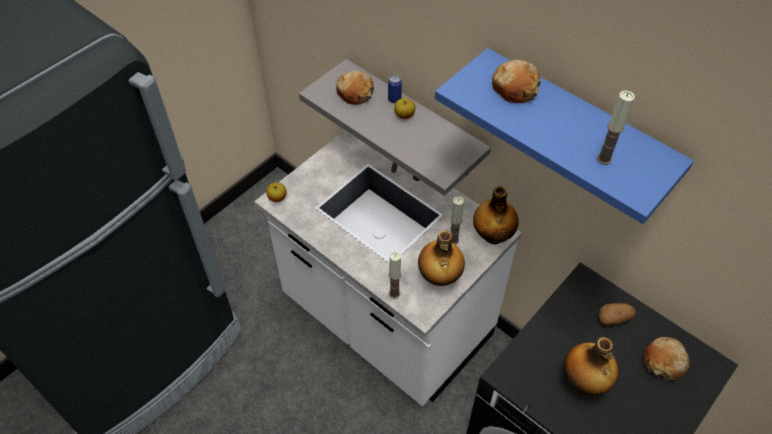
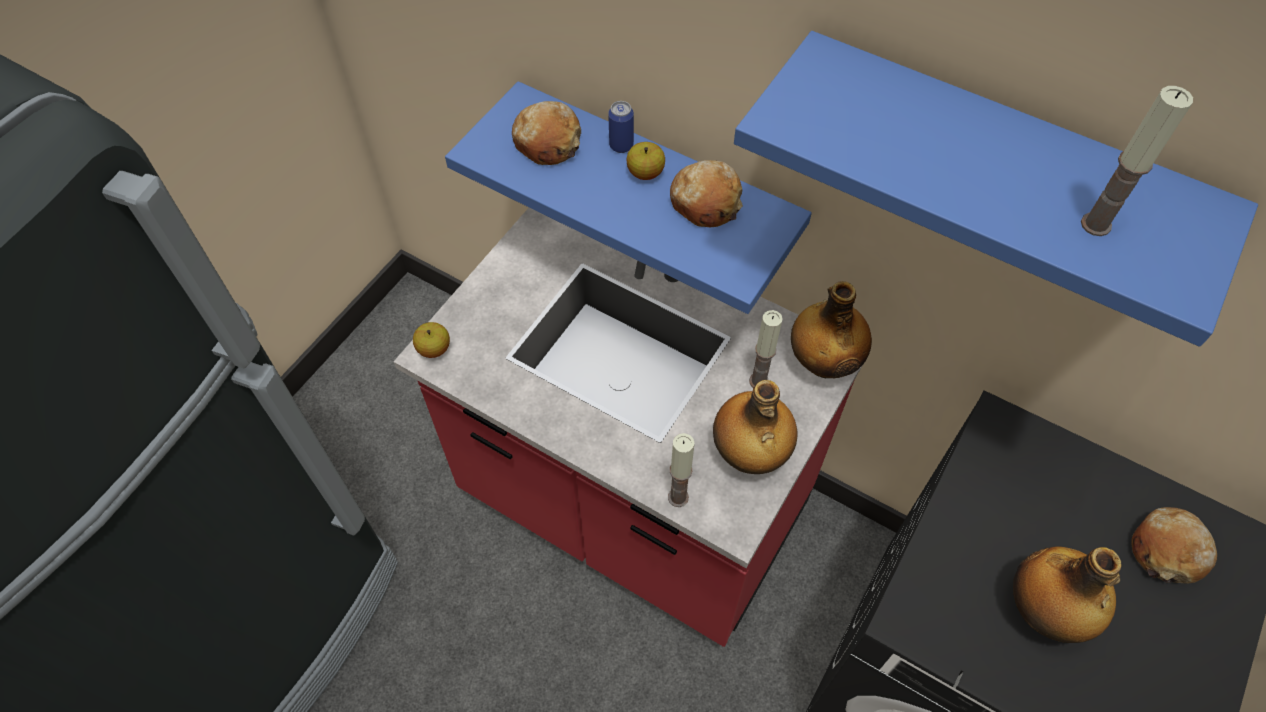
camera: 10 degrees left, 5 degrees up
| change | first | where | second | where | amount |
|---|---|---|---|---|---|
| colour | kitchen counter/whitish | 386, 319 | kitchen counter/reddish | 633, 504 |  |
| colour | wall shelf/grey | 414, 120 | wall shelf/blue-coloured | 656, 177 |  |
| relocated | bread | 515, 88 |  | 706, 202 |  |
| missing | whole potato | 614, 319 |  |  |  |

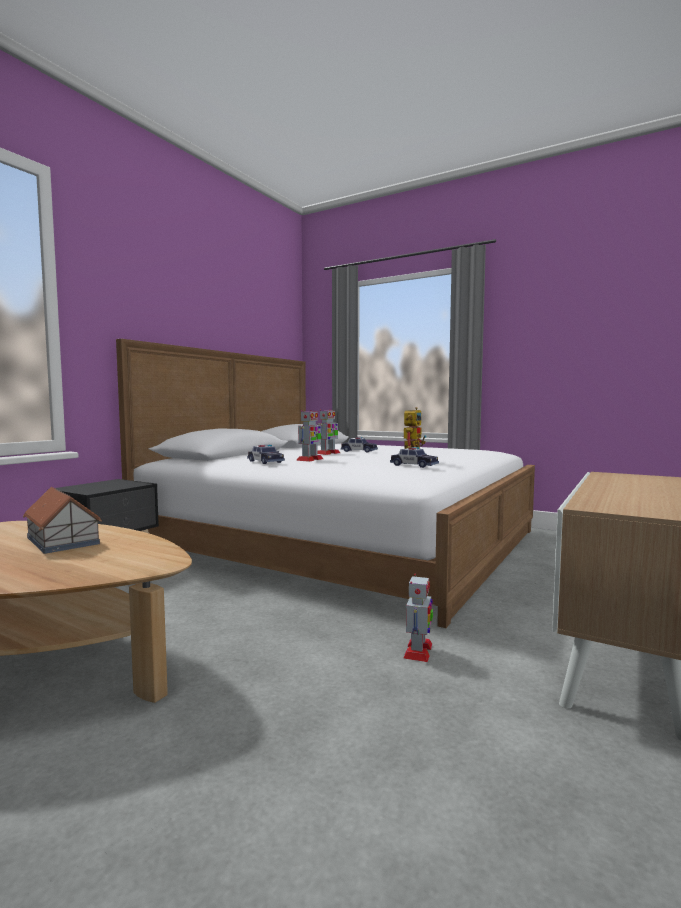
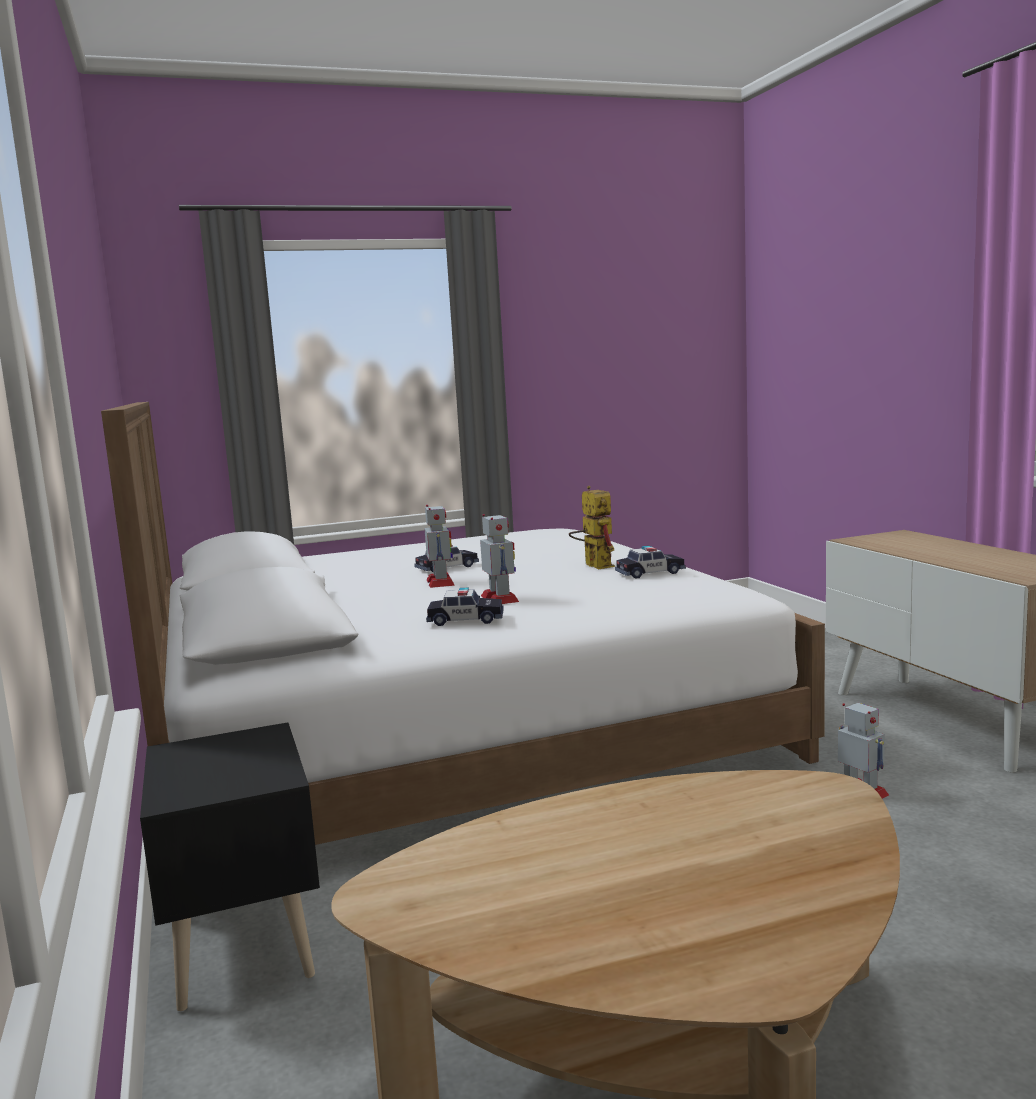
camera: 50 degrees left, 5 degrees up
| change | first | where | second | where | amount |
|---|---|---|---|---|---|
| missing | miniature house | 63, 540 |  |  |  |

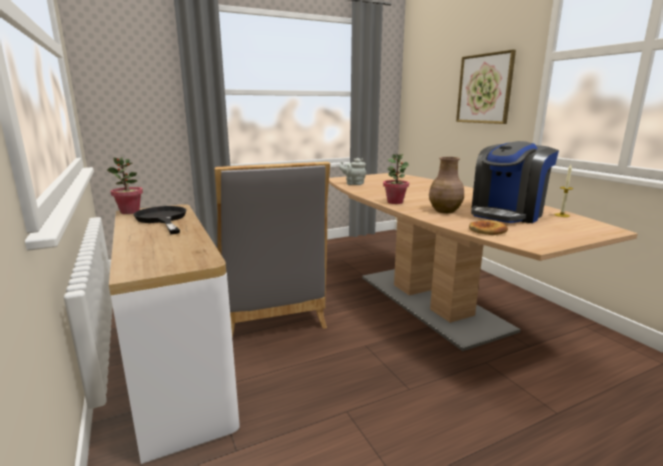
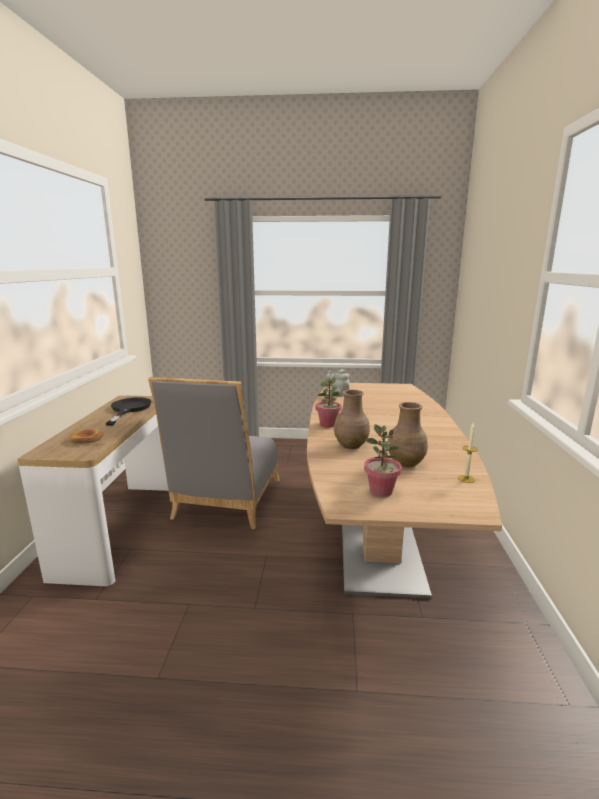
camera: 30 degrees right, 0 degrees up
| change | first | where | second | where | amount |
|---|---|---|---|---|---|
| relocated | plant in a pot | 130, 212 |  | 381, 491 |  |
| missing | wall picture | 484, 89 |  |  |  |
| relocated | bread | 487, 231 |  | 87, 439 |  |
| exchanged | coffee maker | 507, 214 | decorative vase/brown-coloured | 406, 463 |  |

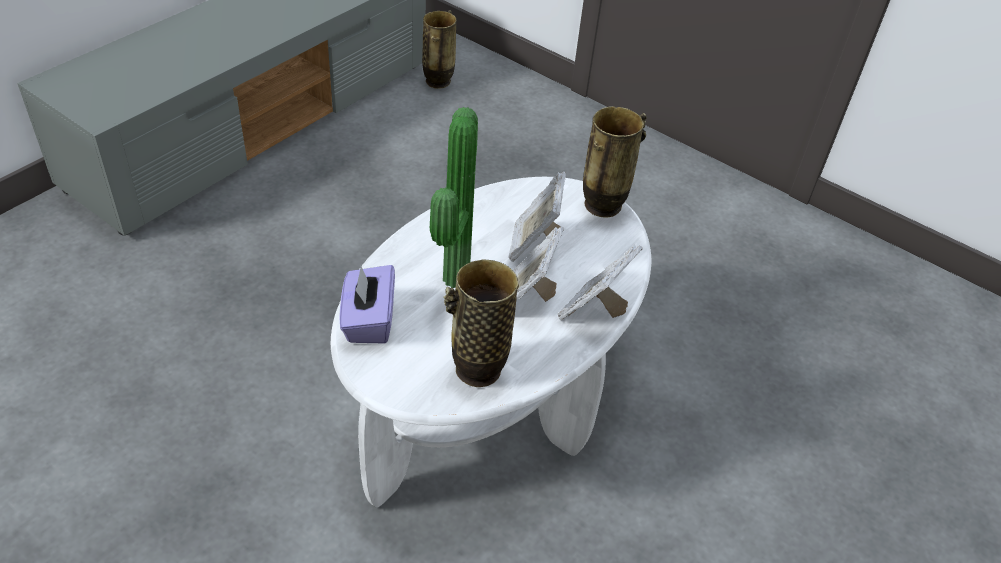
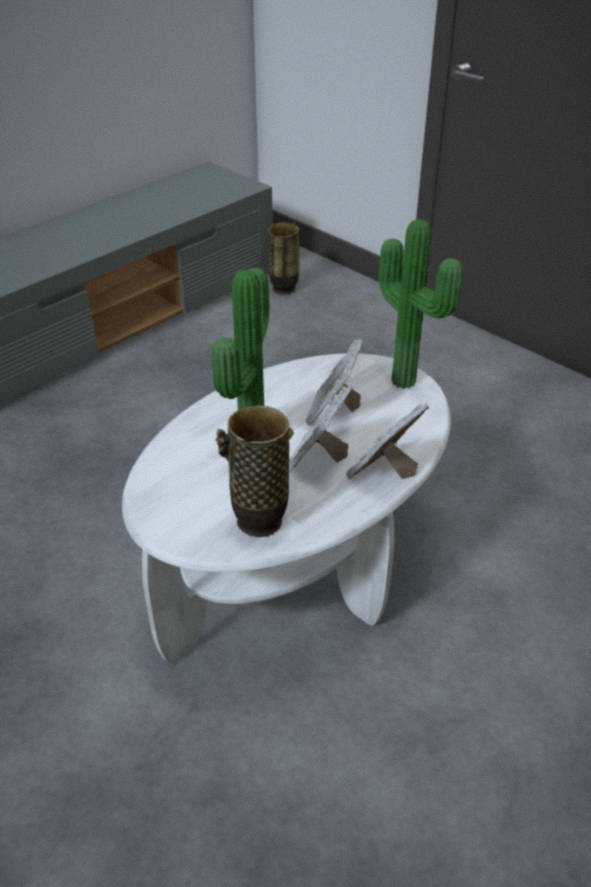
camera: 10 degrees right, 5 degrees down
| change | first | where | second | where | amount |
|---|---|---|---|---|---|
| missing | tissue box/purplish | 368, 321 |  |  |  |
| exchanged | decorative vase | 603, 206 | plant in a pot | 407, 379 |  |

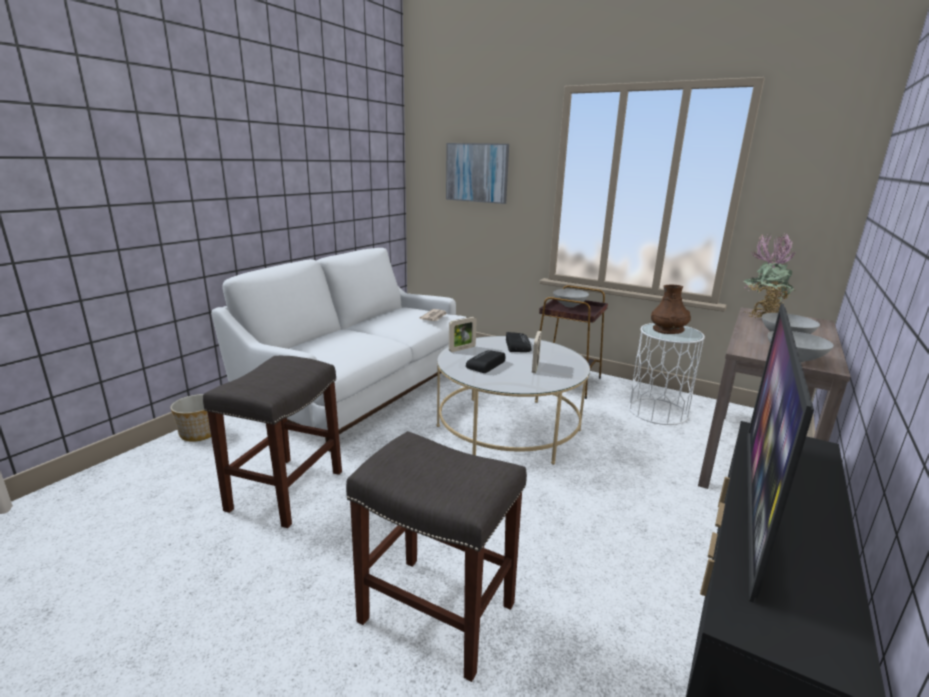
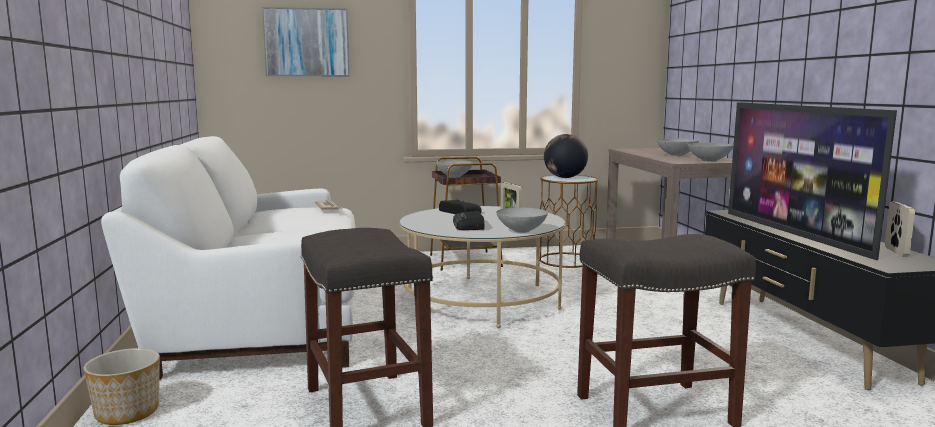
camera: 40 degrees left, 10 degrees down
| change | first | where | second | where | amount |
|---|---|---|---|---|---|
| relocated | picture frame | 462, 349 |  | 896, 251 |  |
| colour | side table/whitish | 658, 411 | side table/brown-coloured | 567, 260 |  |
| exchanged | decorative vase/brown-coloured | 668, 330 | globe | 565, 177 |  |
| missing | plant in a pot | 761, 316 |  |  |  |
| appeared |  |  | bowl/grey | 520, 231 |  |

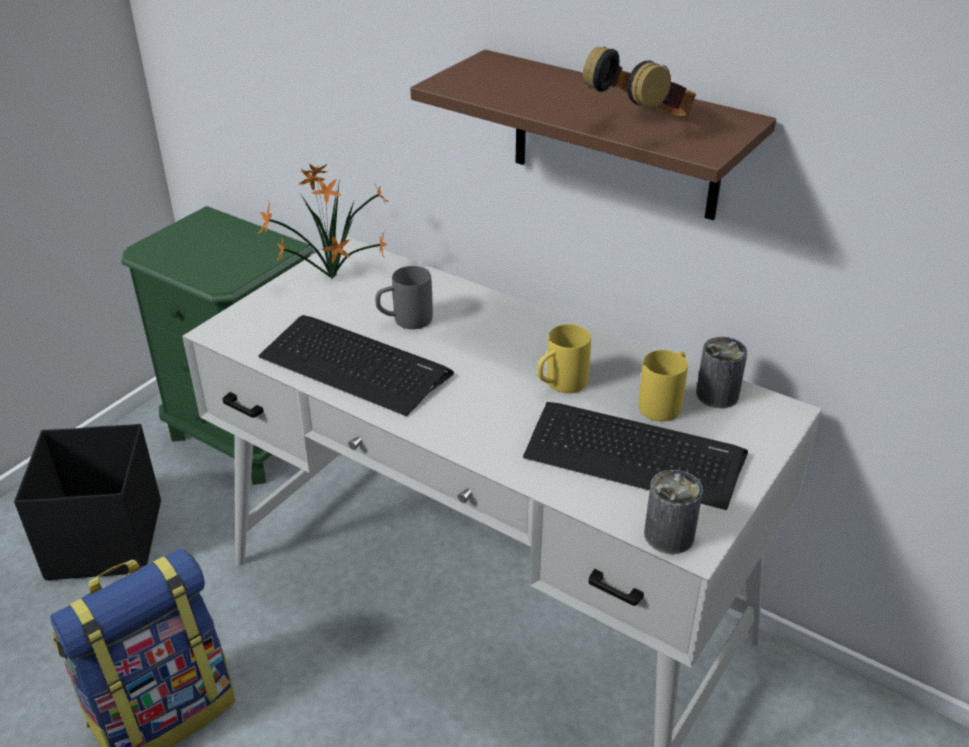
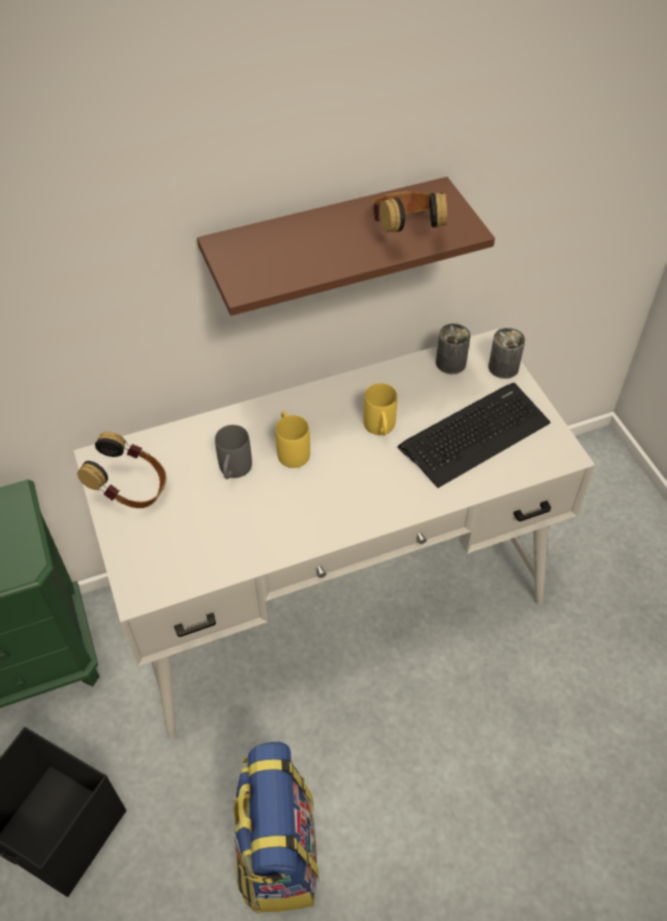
camera: 55 degrees left, 15 degrees up
| change | first | where | second | where | amount |
|---|---|---|---|---|---|
| exchanged | plant in a pot | 328, 279 | headphones | 131, 490 |  |
| missing | keyboard | 355, 365 |  |  |  |
| relocated | mug/yellow | 664, 403 |  | 291, 449 |  |
| relocated | can | 669, 535 |  | 503, 367 |  |

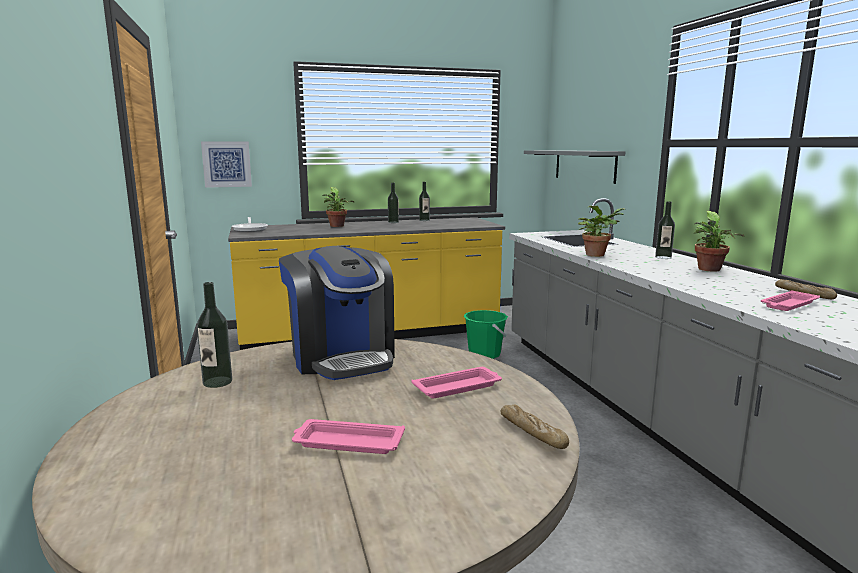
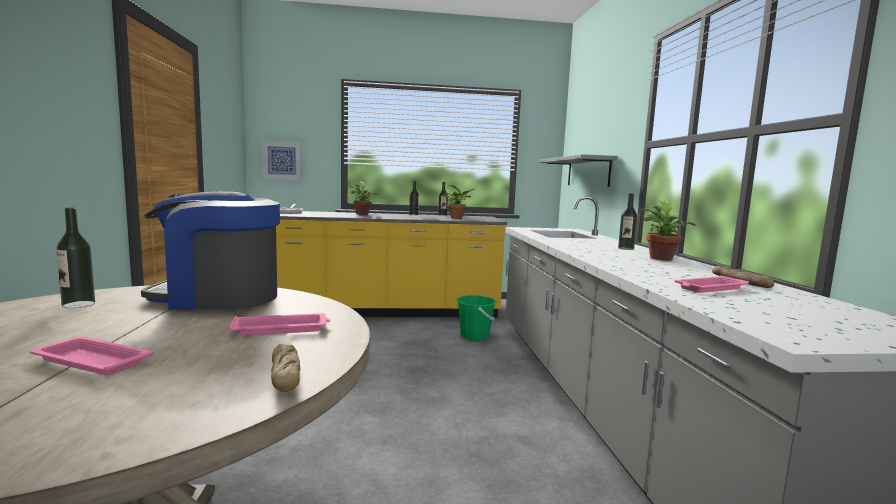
camera: 10 degrees right, 5 degrees down
| change | first | where | second | where | amount |
|---|---|---|---|---|---|
| spun | coffee maker | 341, 357 |  | 218, 297 | 105 degrees clockwise |
| relocated | plant in a pot | 596, 254 |  | 458, 217 |  |

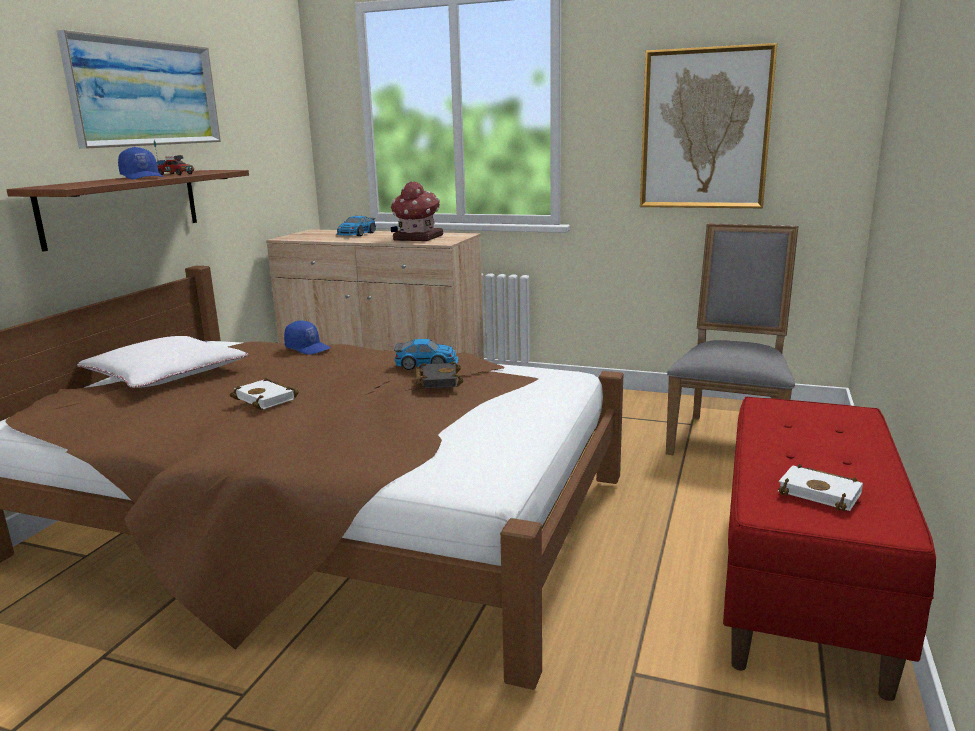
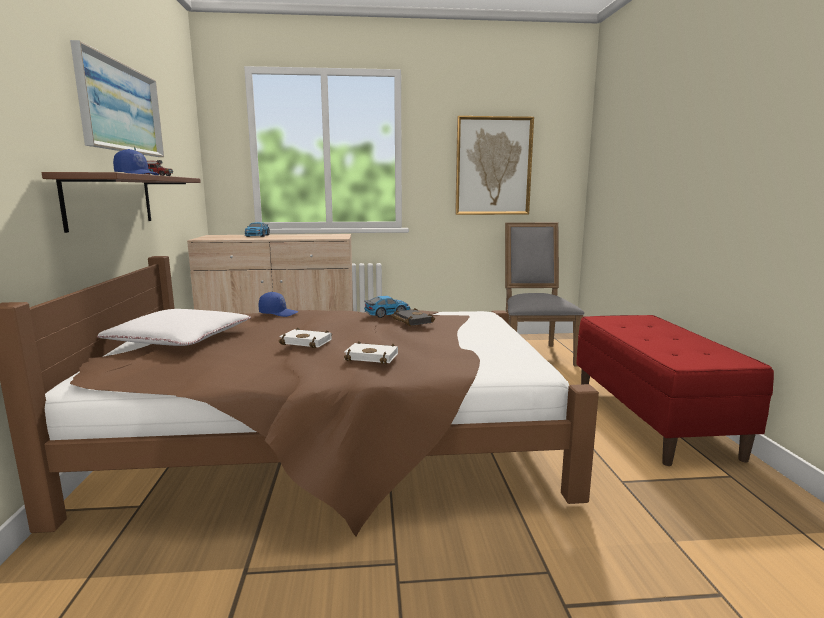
camera: 25 degrees left, 5 degrees down
| change | first | where | second | where | amount |
|---|---|---|---|---|---|
| missing | miniature house | 417, 238 |  |  |  |
| relocated | book/whitish | 822, 493 |  | 373, 357 |  |

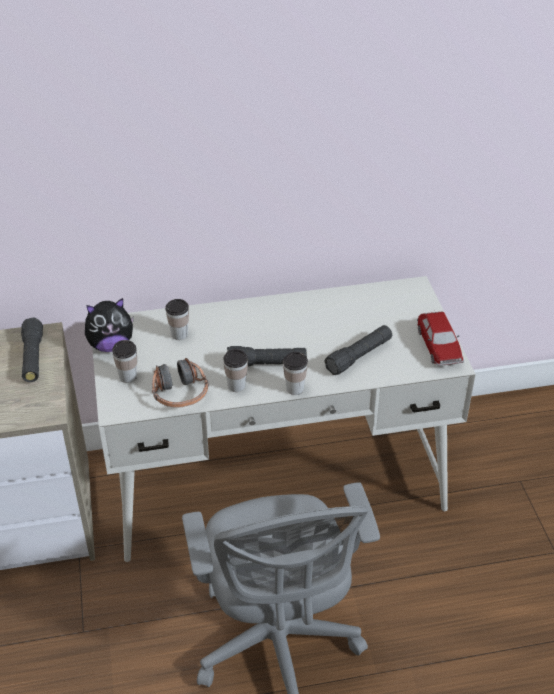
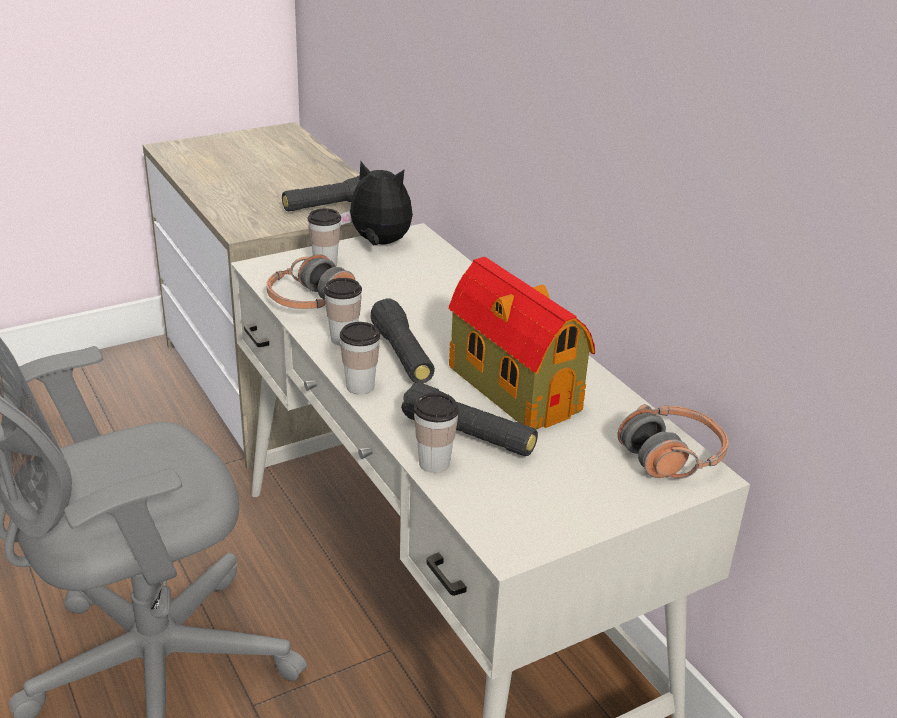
camera: 70 degrees right, 10 degrees down
| change | first | where | second | where | amount |
|---|---|---|---|---|---|
| spun | cuddly toy | 111, 345 |  | 378, 243 | 150 degrees clockwise |
| relocated | drinking cup | 179, 334 |  | 434, 463 |  |
| missing | toy car | 439, 346 |  |  |  |
| appeared |  |  | miniature house | 512, 387 |  |
| appeared |  |  | headphones | 671, 455 |  |

